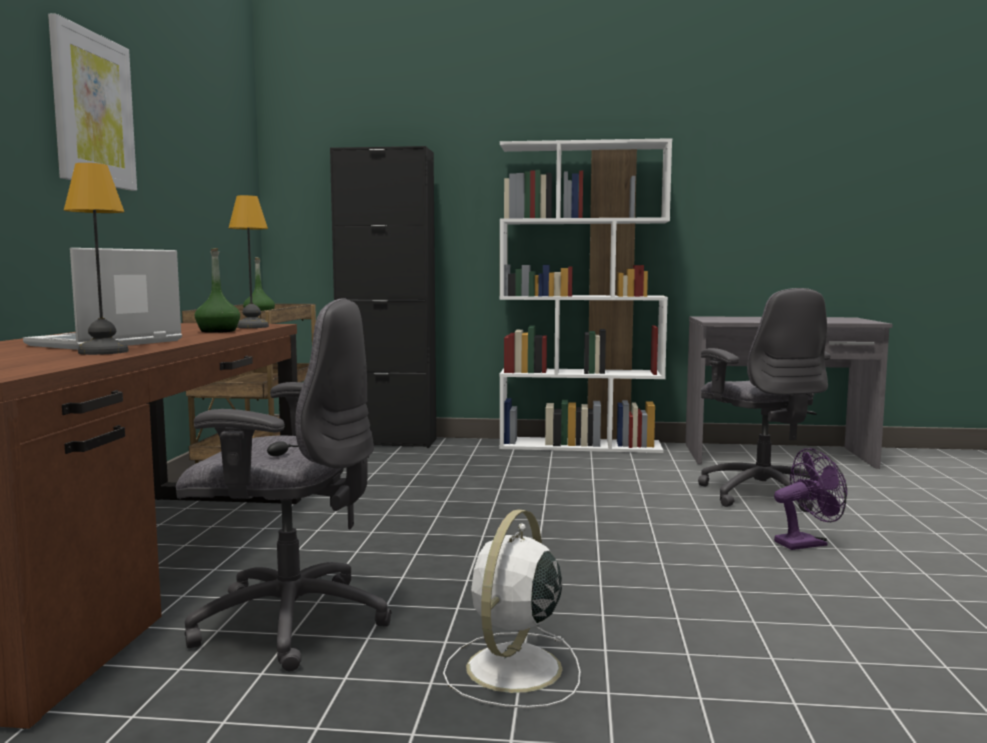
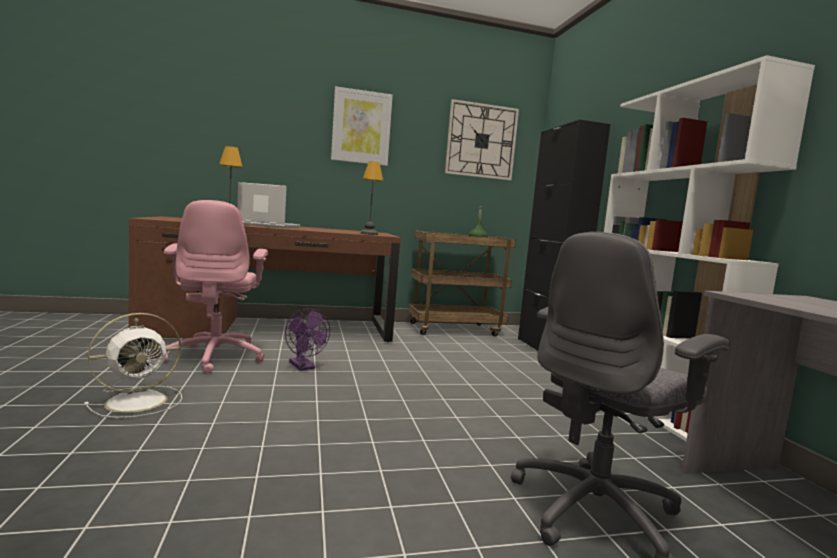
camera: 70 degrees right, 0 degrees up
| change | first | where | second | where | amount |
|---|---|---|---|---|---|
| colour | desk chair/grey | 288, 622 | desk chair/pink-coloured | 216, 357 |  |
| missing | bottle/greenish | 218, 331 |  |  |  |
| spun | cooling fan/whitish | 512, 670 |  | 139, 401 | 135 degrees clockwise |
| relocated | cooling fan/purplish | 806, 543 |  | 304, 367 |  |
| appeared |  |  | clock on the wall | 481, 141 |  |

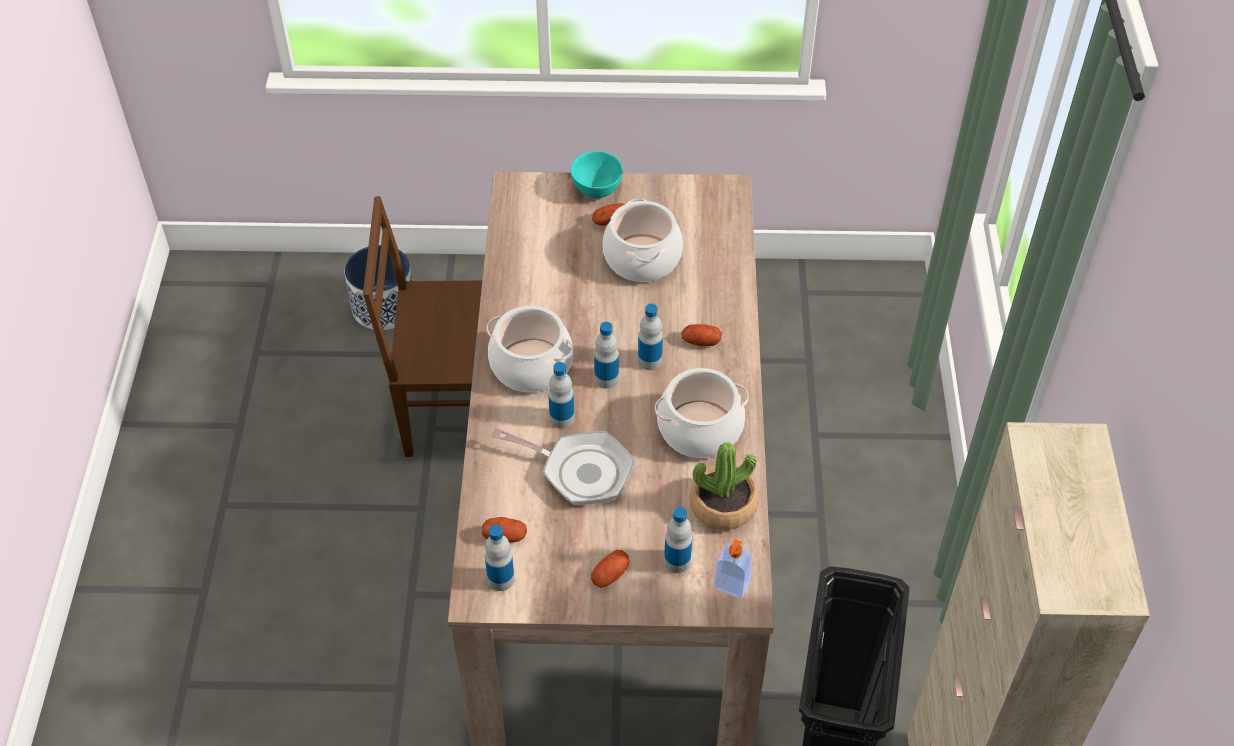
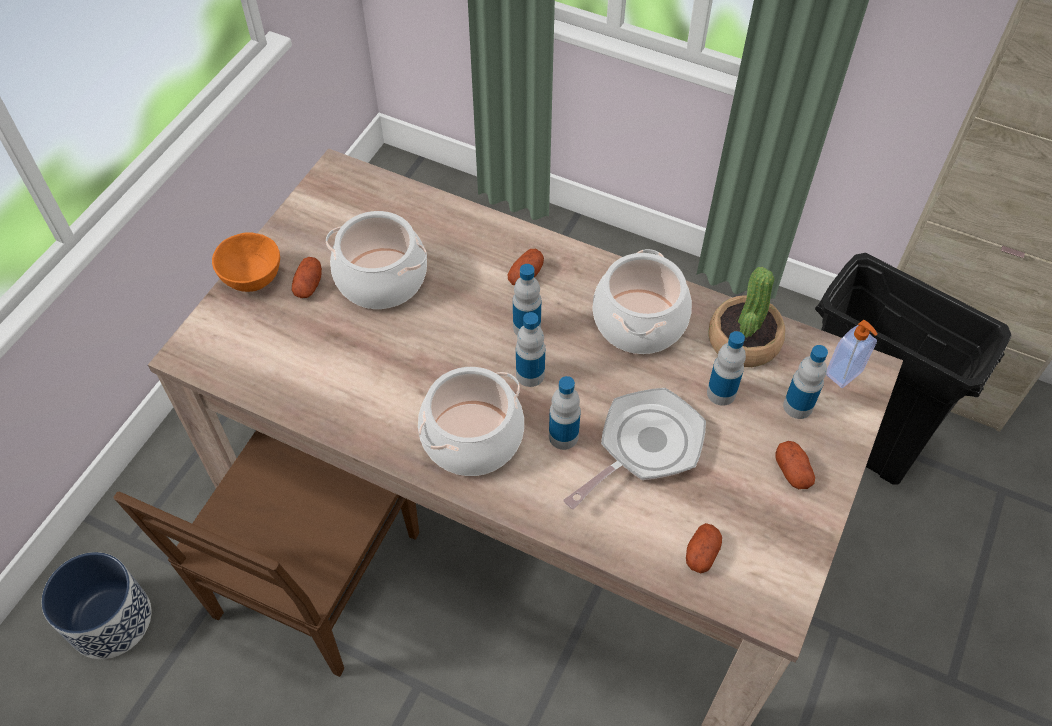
camera: 65 degrees left, 5 degrees up
| change | first | where | second | where | amount |
|---|---|---|---|---|---|
| relocated | bottle | 501, 579 |  | 721, 393 |  |
| colour | bowl/turquoise-coloured | 597, 189 | bowl/orange-coloured | 252, 279 |  |

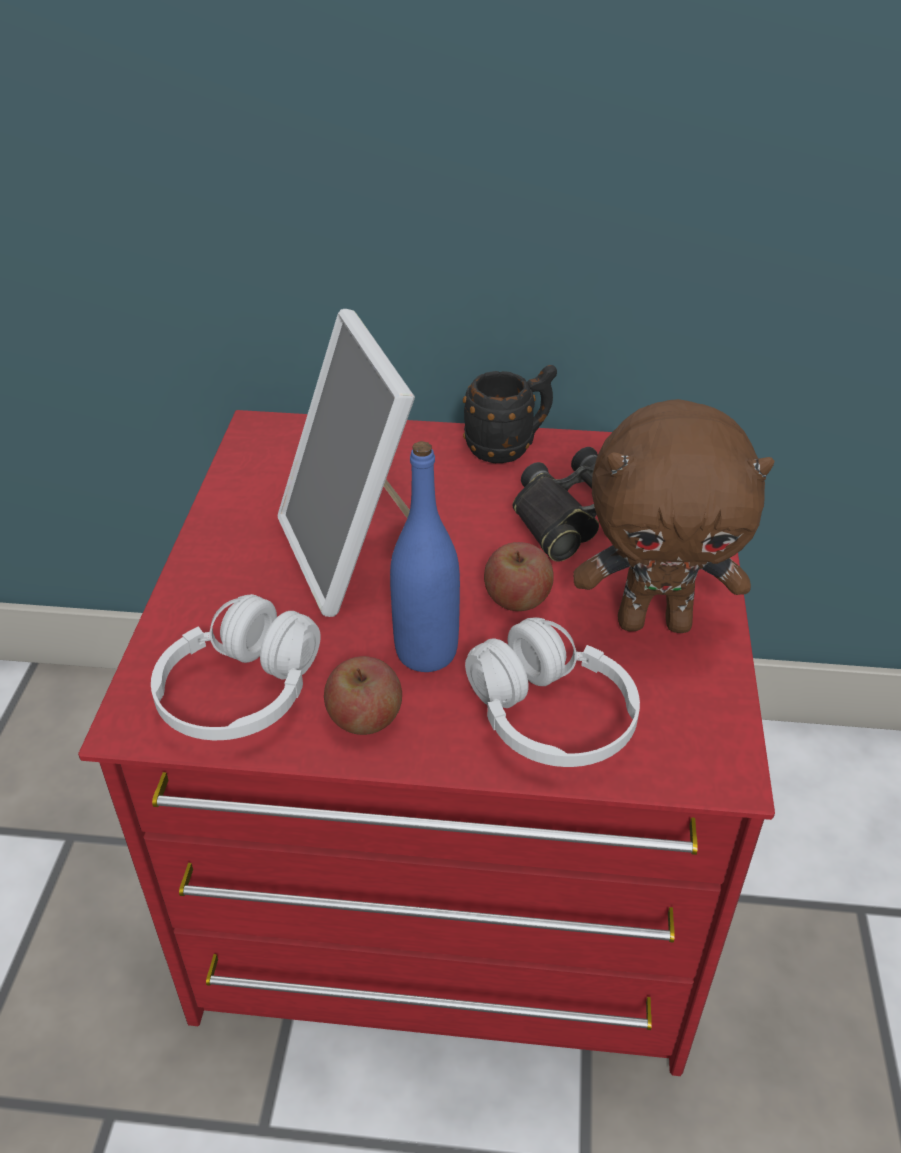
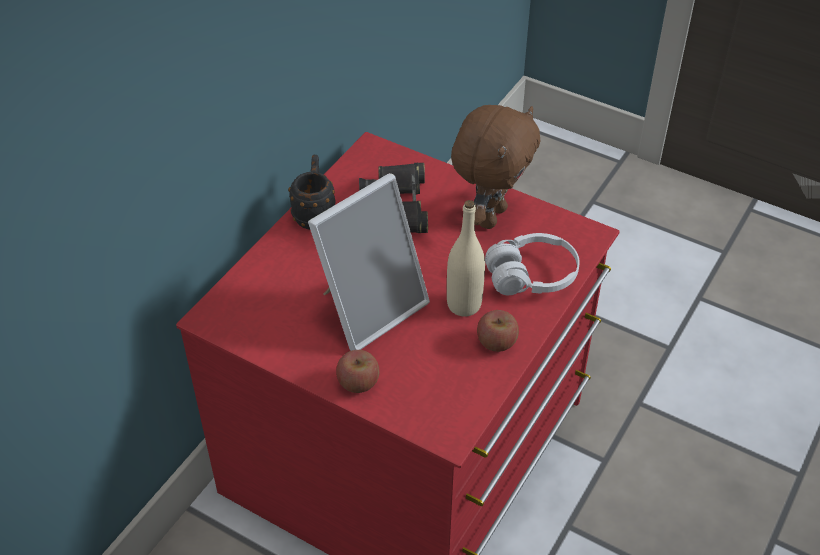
camera: 65 degrees left, 5 degrees up
| change | first | where | second | where | amount |
|---|---|---|---|---|---|
| missing | headphones/whitish | 241, 693 |  |  |  |
| spun | picture frame | 358, 554 |  | 369, 307 | 45 degrees counterclockwise |
| colour | bottle/blue-coloured | 426, 652 | bottle/sand-coloured | 464, 305 |  |
| relocated | whole apple | 517, 598 |  | 358, 382 |  |

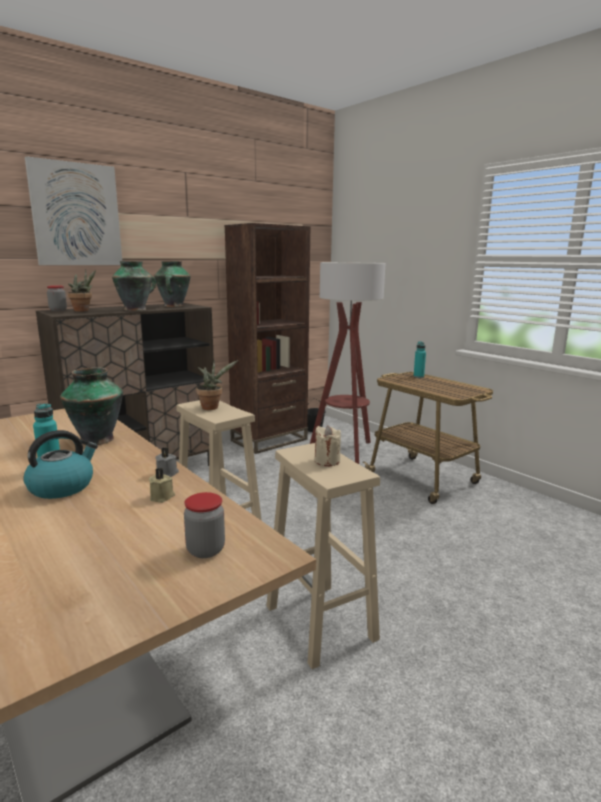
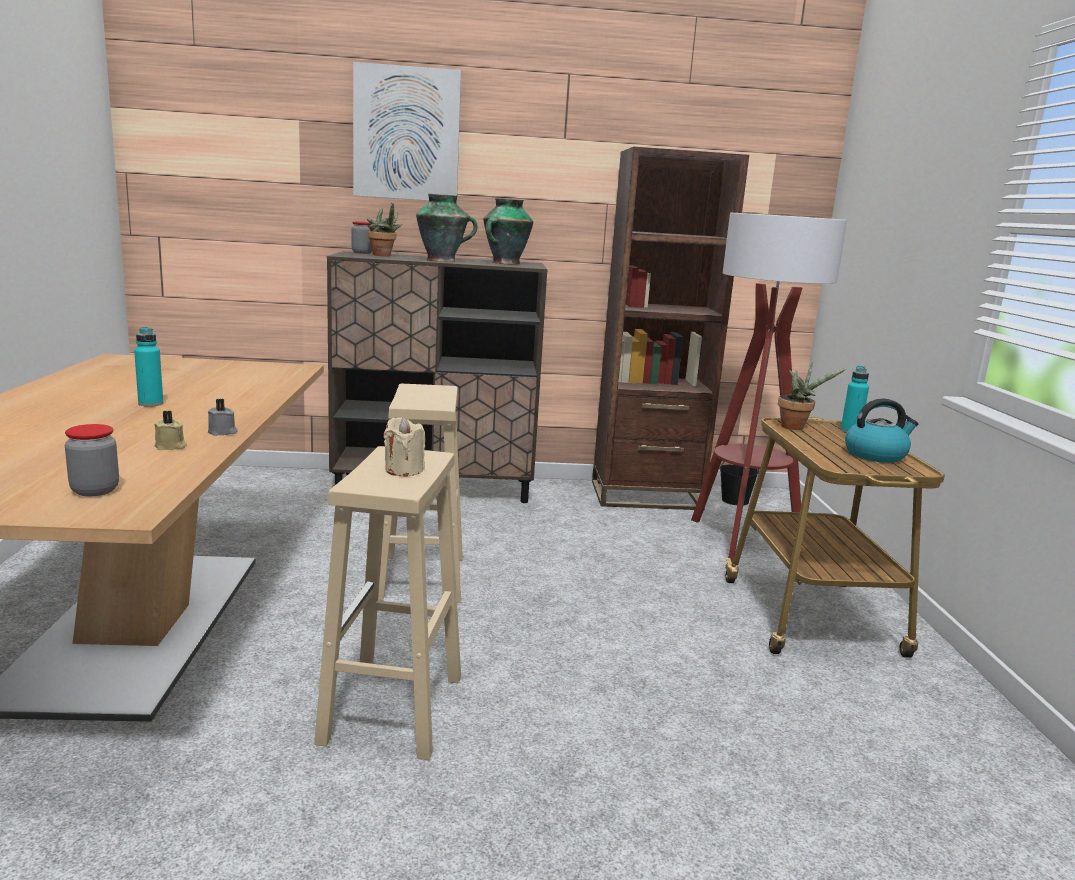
camera: 35 degrees right, 0 degrees up
| change | first | where | second | where | amount |
|---|---|---|---|---|---|
| relocated | tea kettle | 62, 487 |  | 876, 455 |  |
| missing | decorative vase | 95, 439 |  |  |  |
| relocated | plant in a pot | 212, 407 |  | 795, 427 |  |

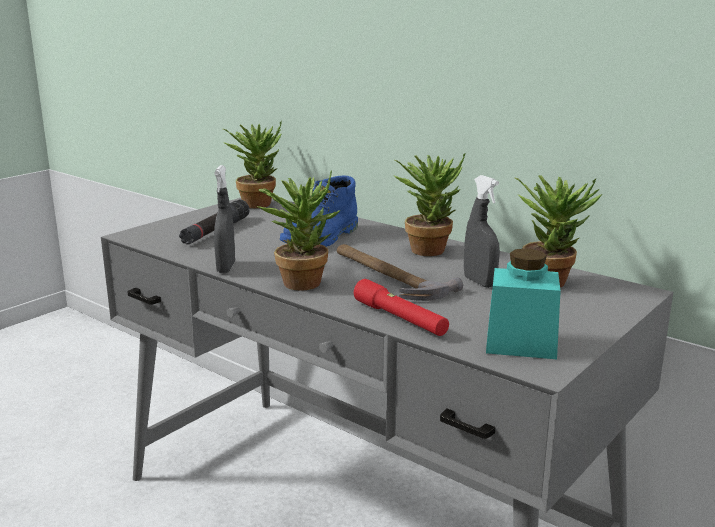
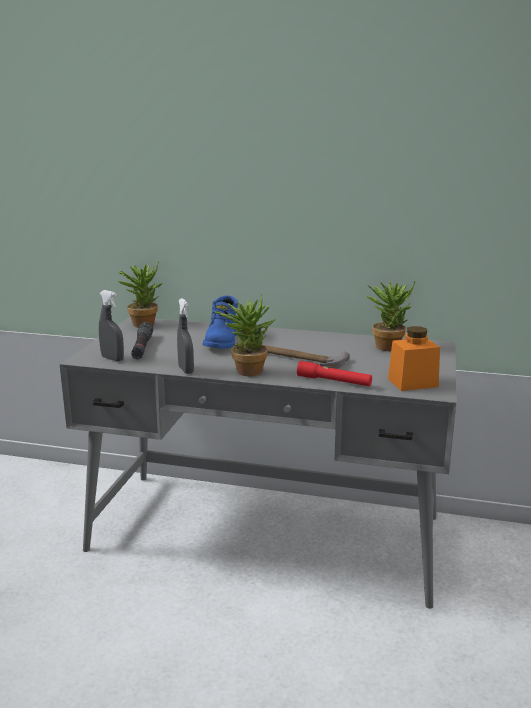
camera: 25 degrees left, 0 degrees up
| change | first | where | second | where | amount |
|---|---|---|---|---|---|
| missing | plant in a pot | 430, 248 |  |  |  |
| relocated | hand sprayer/grey | 479, 282 |  | 112, 359 |  |
| colour | storage jar/turquoise-coloured | 521, 344 | storage jar/orange-coloured | 412, 383 |  |

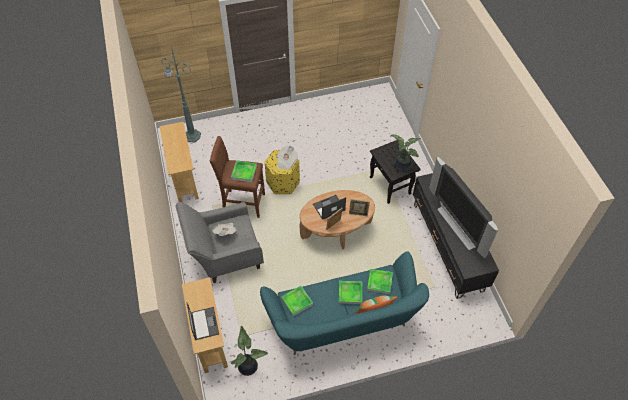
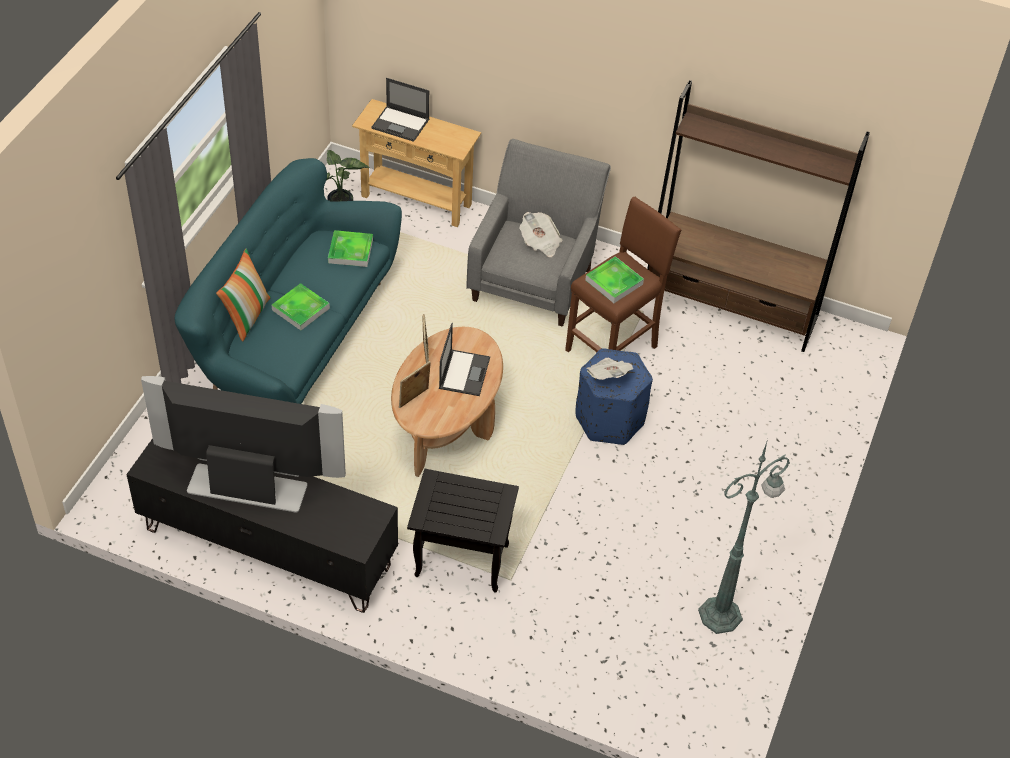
camera: 125 degrees right, 5 degrees down
| change | first | where | second | where | amount |
|---|---|---|---|---|---|
| exchanged | hall table/sand-coloured | 184, 179 | shelving unit/brown-coloured | 730, 308 |  |
| relocated | standard lamp/greenish | 191, 135 |  | 722, 614 |  |
| colour | footrest/yellow | 283, 182 | footrest/blue-coloured | 609, 420 |  |
| missing | carrying tray | 379, 282 |  |  |  |
| missing | plant in a pot | 401, 166 |  |  |  |

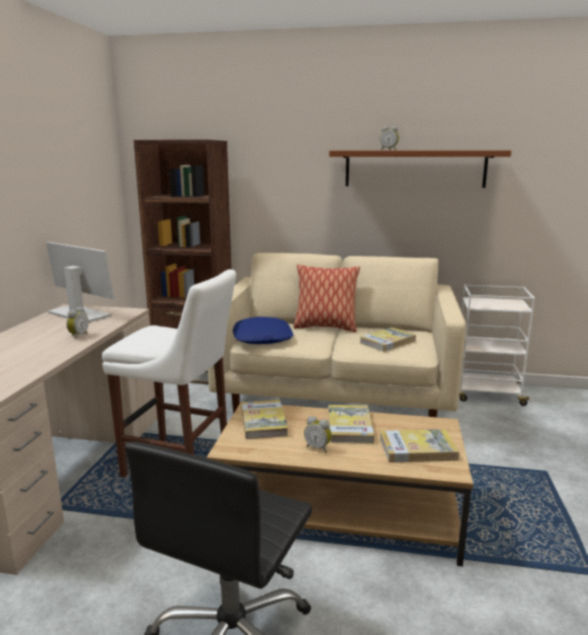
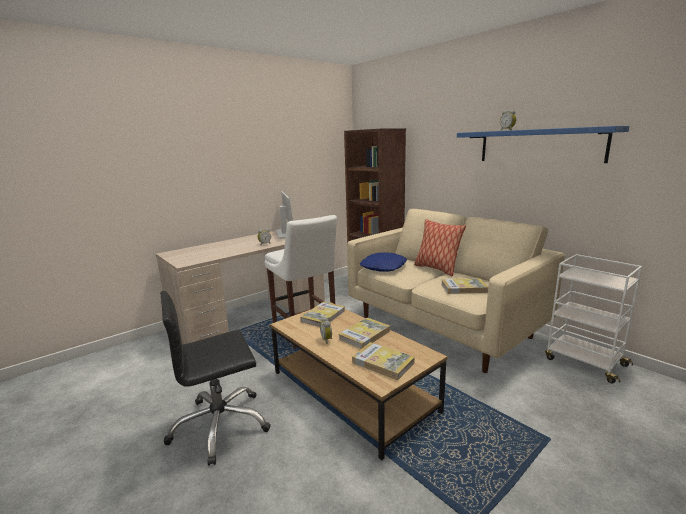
camera: 40 degrees right, 0 degrees up
| change | first | where | second | where | amount |
|---|---|---|---|---|---|
| colour | wall shelf/brown-coloured | 415, 169 | wall shelf/blue-coloured | 539, 145 |  |

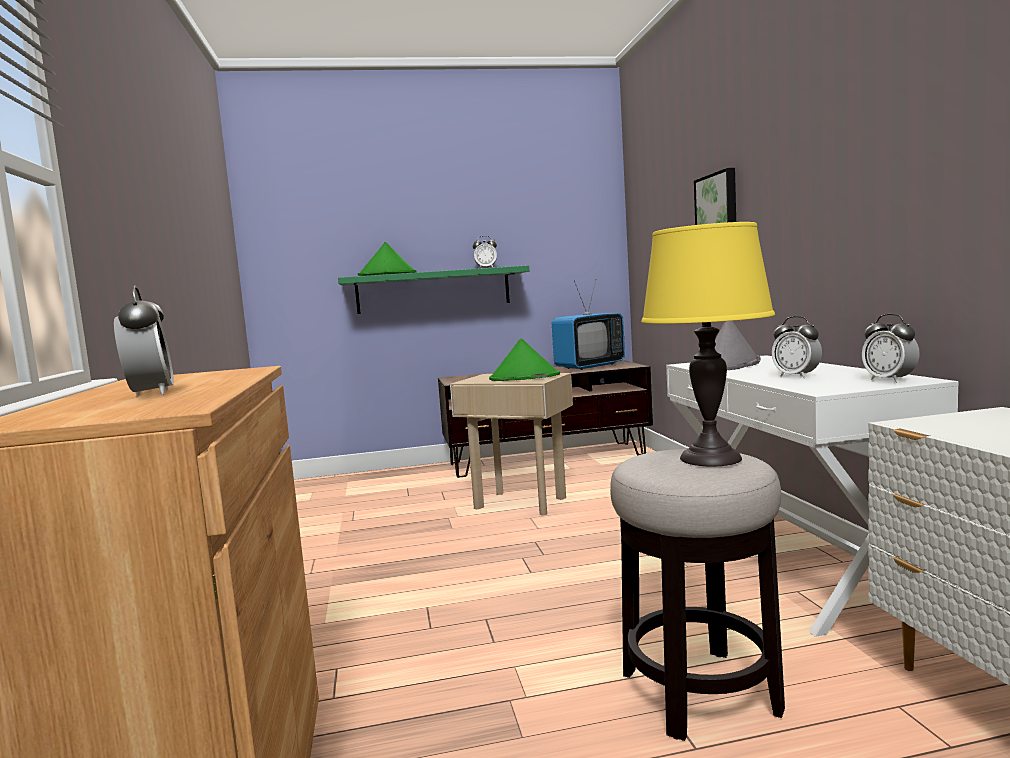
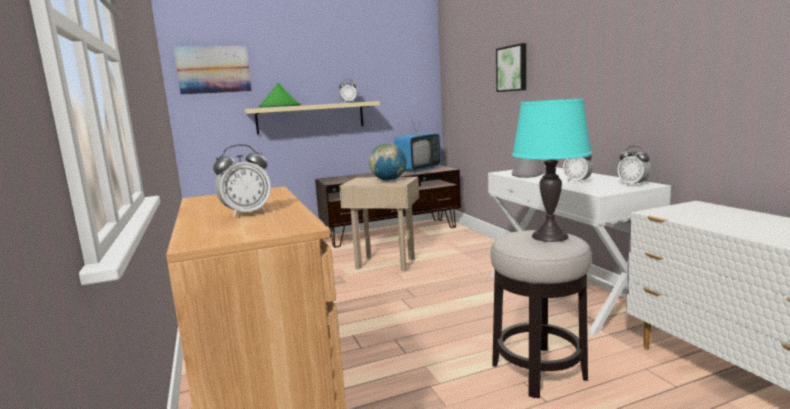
camera: 10 degrees left, 5 degrees up
| change | first | where | second | where | amount |
|---|---|---|---|---|---|
| spun | alarm clock | 150, 394 |  | 246, 213 | 90 degrees clockwise |
| colour | wall shelf/greenish | 433, 290 | wall shelf/sand-coloured | 311, 117 |  |
| exchanged | clothing hat/greenish | 524, 377 | globe | 389, 180 |  |
| colour | tabletop lamp/yellow | 710, 458 | tabletop lamp/turquoise-coloured | 549, 236 |  |
| appeared |  |  | wall picture | 213, 69 |  |

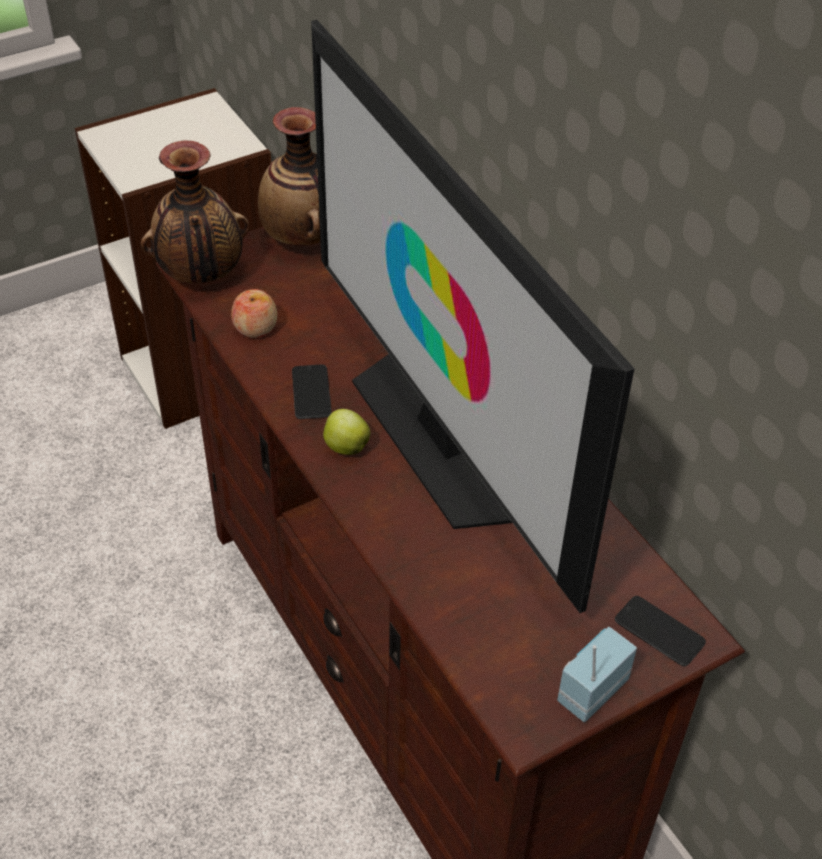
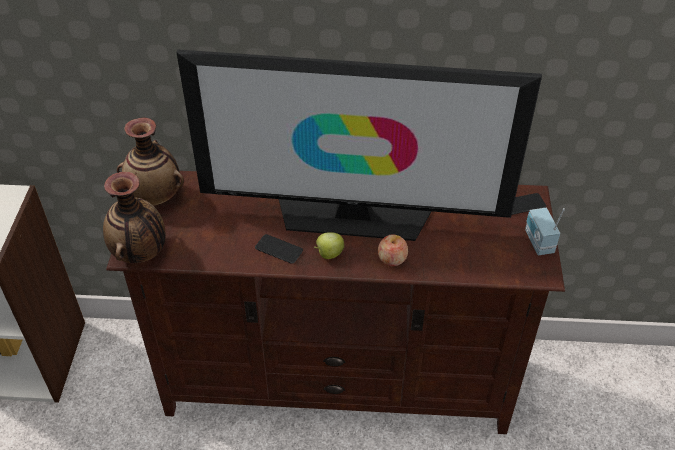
camera: 55 degrees left, 0 degrees up
| change | first | where | second | where | amount |
|---|---|---|---|---|---|
| relocated | whole apple | 255, 328 |  | 392, 258 |  |

